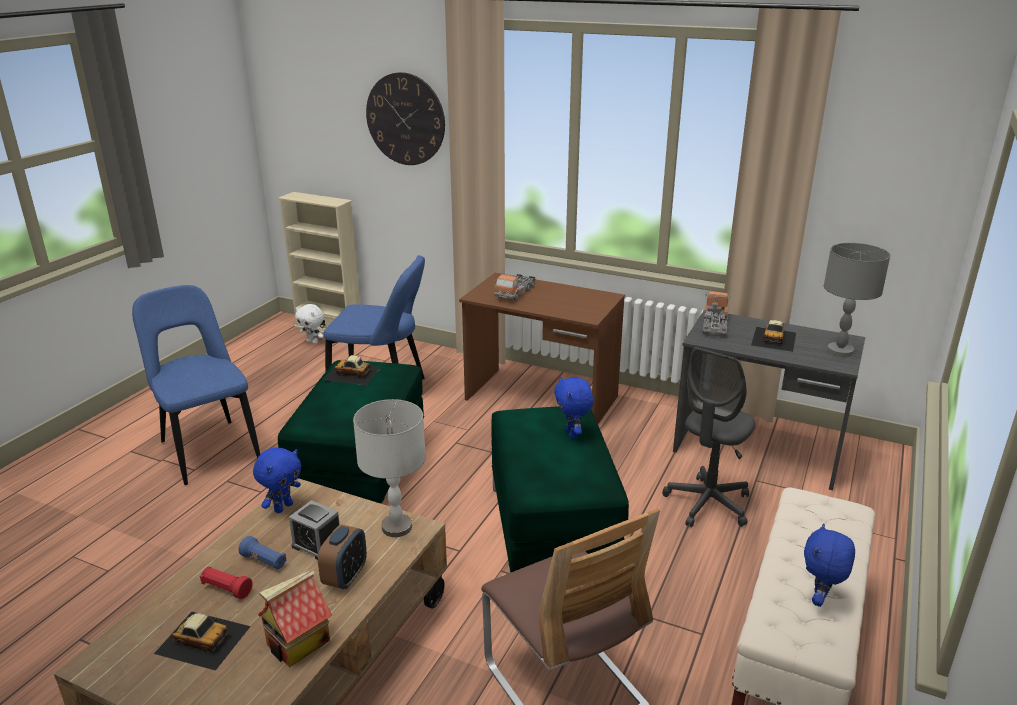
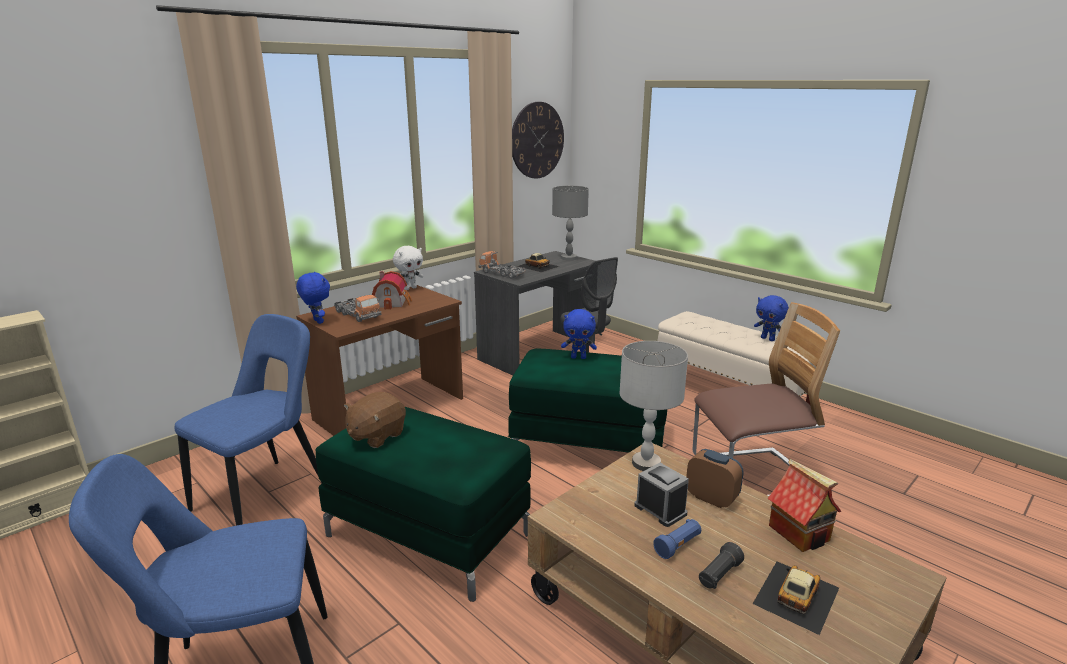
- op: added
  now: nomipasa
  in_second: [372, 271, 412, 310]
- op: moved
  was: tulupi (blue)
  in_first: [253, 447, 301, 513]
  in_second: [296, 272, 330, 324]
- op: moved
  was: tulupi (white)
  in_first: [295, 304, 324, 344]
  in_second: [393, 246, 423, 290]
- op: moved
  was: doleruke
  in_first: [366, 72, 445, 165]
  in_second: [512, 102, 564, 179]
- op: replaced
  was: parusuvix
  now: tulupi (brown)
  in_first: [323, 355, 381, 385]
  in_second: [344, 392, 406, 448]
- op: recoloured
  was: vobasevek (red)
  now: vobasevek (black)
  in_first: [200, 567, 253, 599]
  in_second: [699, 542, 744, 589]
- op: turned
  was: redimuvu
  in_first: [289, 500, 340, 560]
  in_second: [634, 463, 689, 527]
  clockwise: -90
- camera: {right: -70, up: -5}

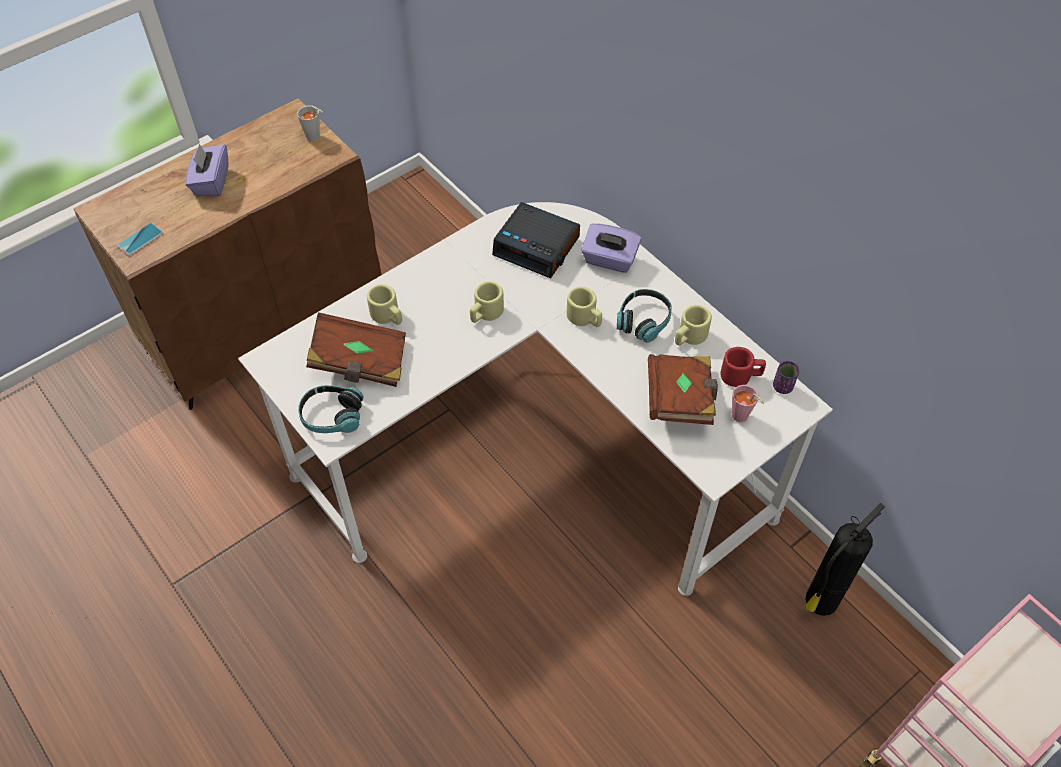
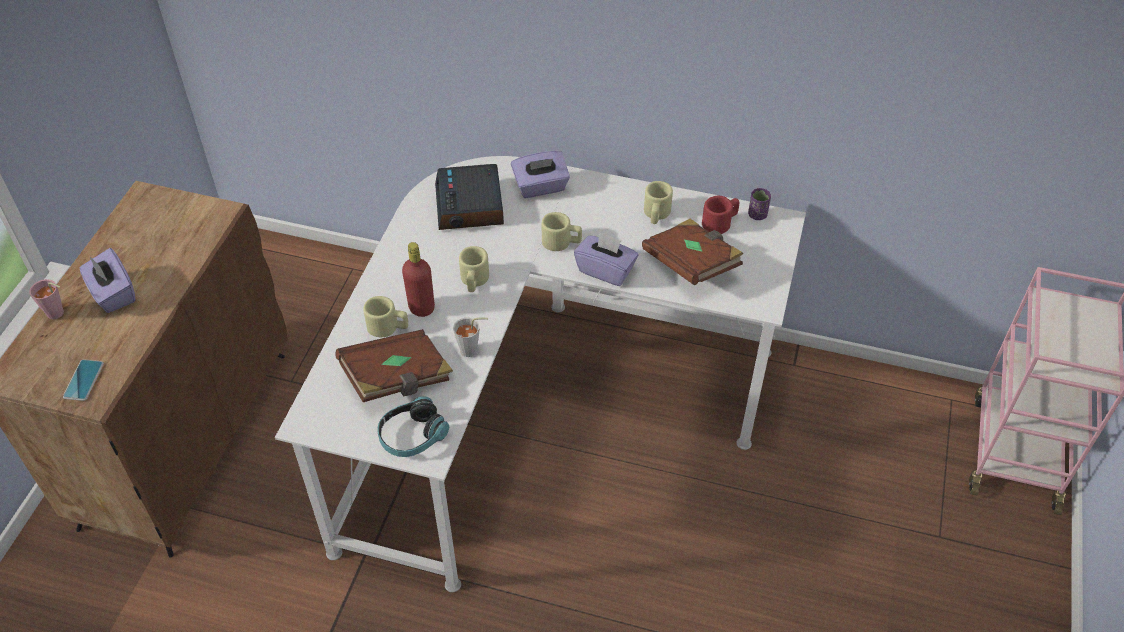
- op: removed
  was: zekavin
  in_first: [617, 289, 672, 342]
- op: removed
  was: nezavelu
  in_first: [805, 503, 885, 616]
- op: added
  now: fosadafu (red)
  in_second: [402, 242, 435, 317]
- op: added
  now: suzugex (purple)
  in_second: [574, 232, 639, 286]
- op: moved
  was: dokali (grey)
  in_first: [297, 105, 323, 141]
  in_second: [453, 318, 488, 357]
- op: moved
  was: dokali (pink)
  in_first: [732, 385, 764, 422]
  in_second: [29, 279, 64, 319]
- op: turned
  was: redimuvu
  in_first: [492, 202, 580, 278]
  in_second: [435, 164, 504, 230]
  clockwise: 90
- camera: {right: -35, up: -5}

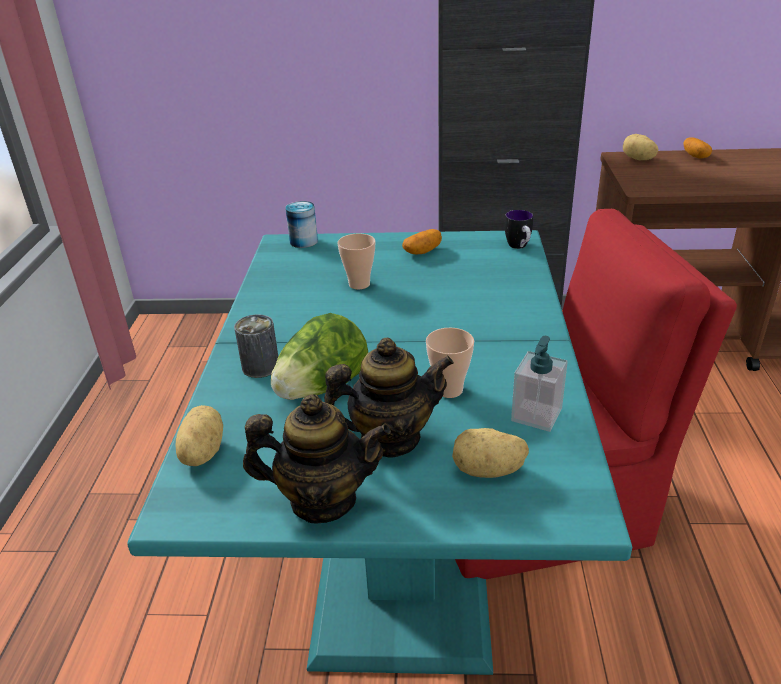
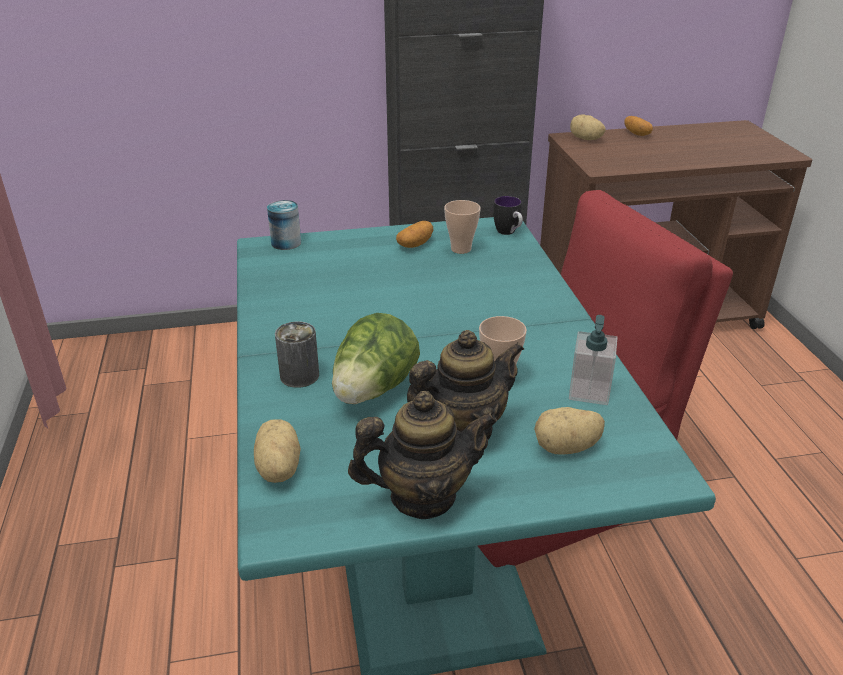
- op: moved
  was: dokali
  in_first: [337, 233, 375, 290]
  in_second: [444, 200, 481, 254]
- camera: {right: -15, up: 0}

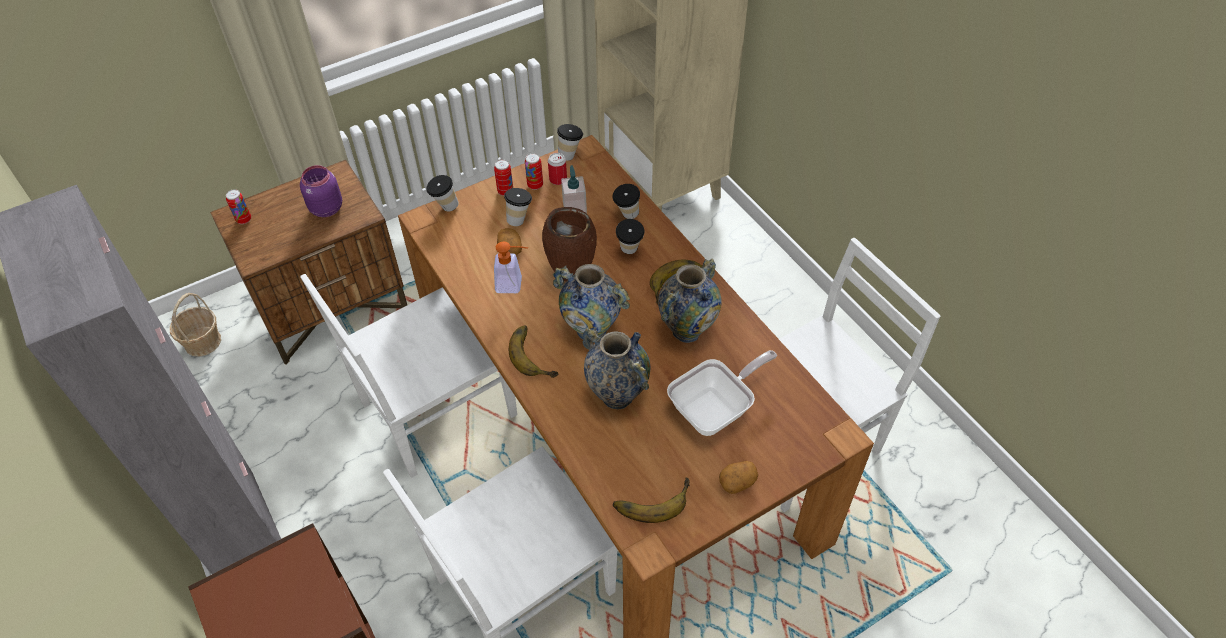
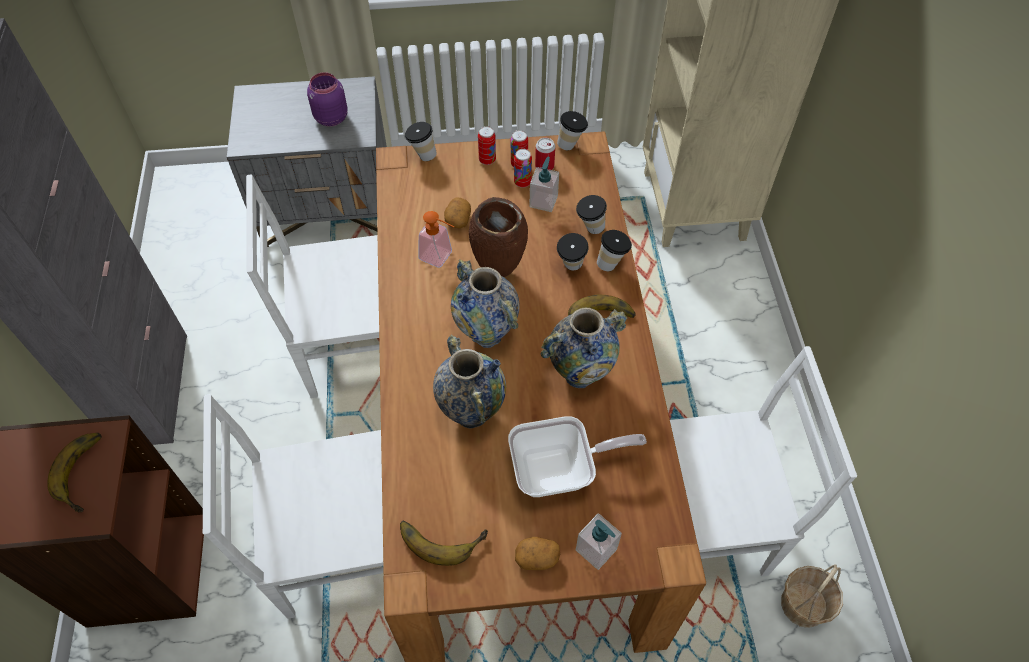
- op: added
  now: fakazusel
  in_second: [576, 513, 622, 570]
- op: moved
  was: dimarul
  in_first: [170, 293, 221, 357]
  in_second: [781, 564, 843, 628]
- op: moved
  was: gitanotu
  in_first: [226, 189, 251, 224]
  in_second: [514, 149, 532, 188]
- op: moved
  was: dokali
  in_first: [504, 188, 532, 226]
  in_second: [597, 230, 632, 271]
- op: moved
  was: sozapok
  in_first: [509, 325, 558, 378]
  in_second: [48, 433, 102, 512]
- op: recoloured
  was: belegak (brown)
  now: belegak (grey)
  in_first: [210, 160, 407, 365]
  in_second: [227, 76, 387, 248]
- camera: {right: 25, up: 5}

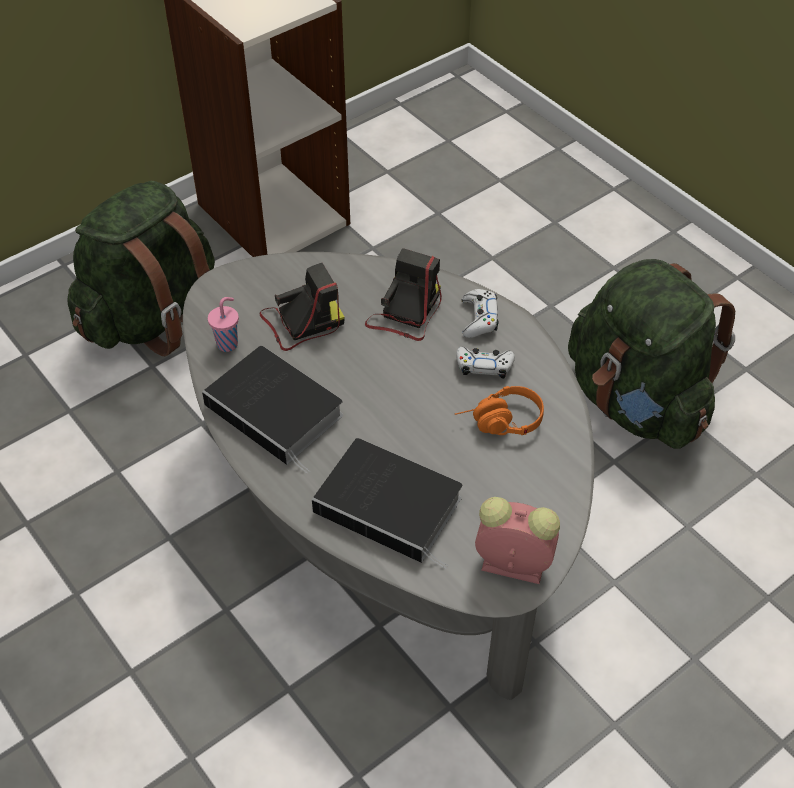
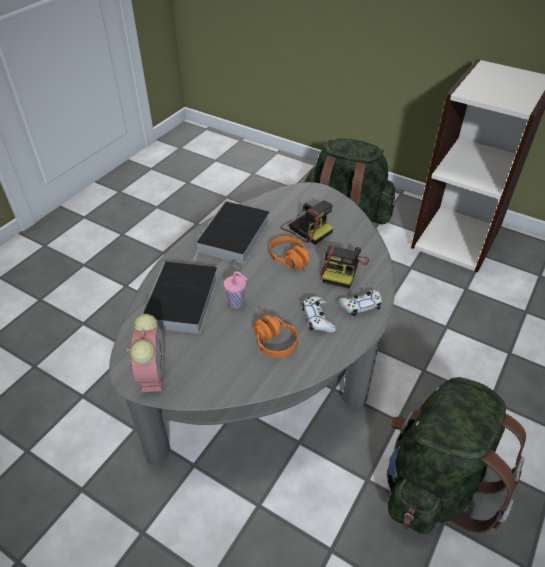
- op: added
  now: zekavin (orange)
  in_second: [270, 236, 310, 273]
- op: moved
  was: dokali (pink)
  in_first: [208, 297, 239, 352]
  in_second: [224, 271, 248, 309]
- op: turned
  was: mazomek
  in_first: [365, 248, 442, 341]
  in_second: [320, 246, 369, 289]
  clockwise: 105
- camera: {right: 70, up: -5}

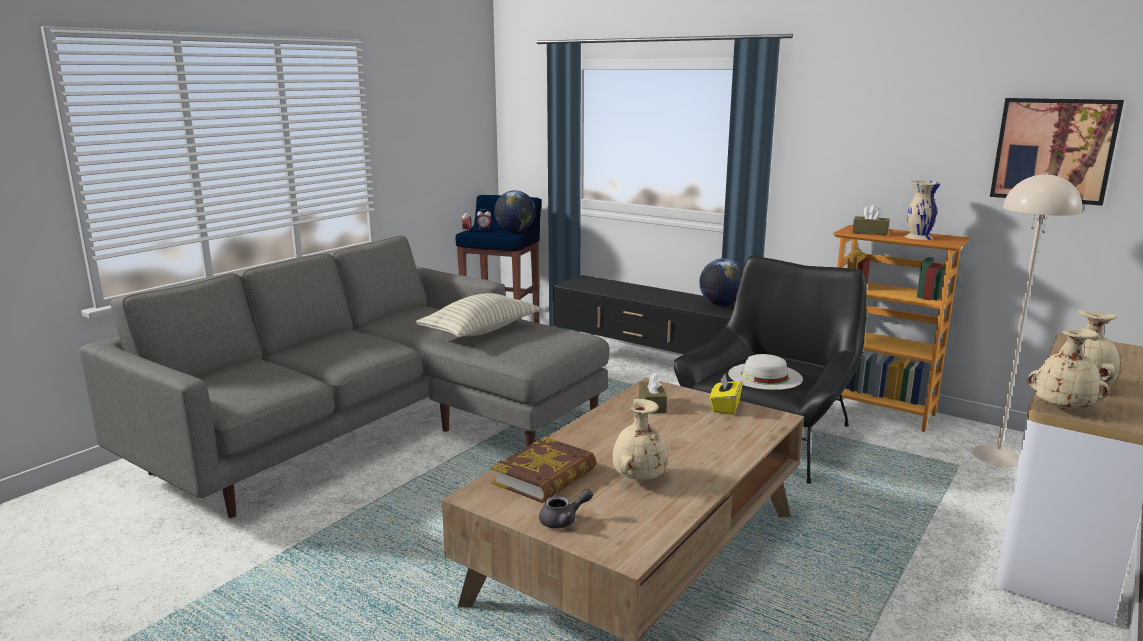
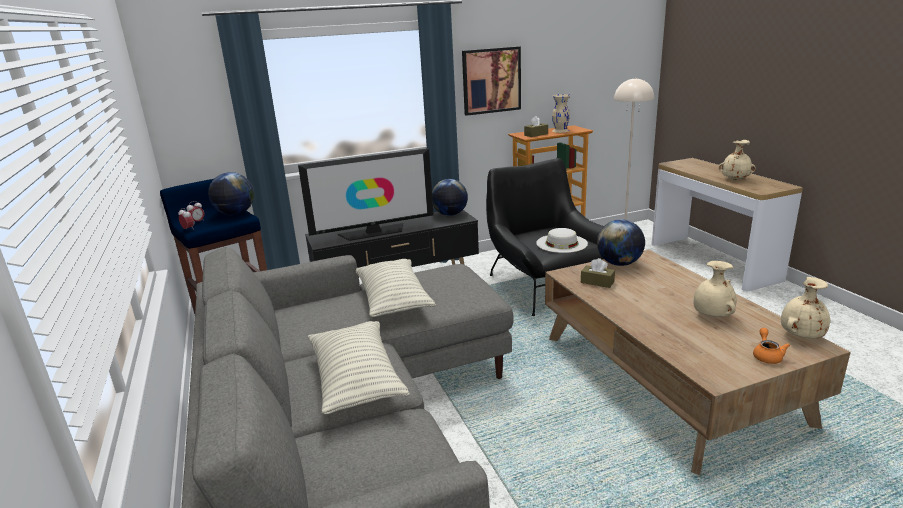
- op: removed
  was: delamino
  in_first: [491, 436, 596, 503]
- op: added
  now: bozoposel
  in_second: [298, 148, 434, 241]
- op: added
  now: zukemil
  in_second: [308, 321, 410, 414]
- op: moved
  was: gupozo
  in_first: [990, 98, 1124, 206]
  in_second: [462, 46, 521, 116]
- op: moved
  was: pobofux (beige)
  in_first: [1027, 328, 1109, 409]
  in_second: [781, 277, 830, 338]
- op: replaced
  was: suzugex (yellow)
  now: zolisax
  in_first: [710, 374, 743, 415]
  in_second: [597, 219, 645, 266]
- op: recoloured
  was: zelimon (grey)
  now: zelimon (orange)
  in_first: [539, 489, 593, 529]
  in_second: [753, 328, 790, 364]
- camera: {right: -55, up: 5}

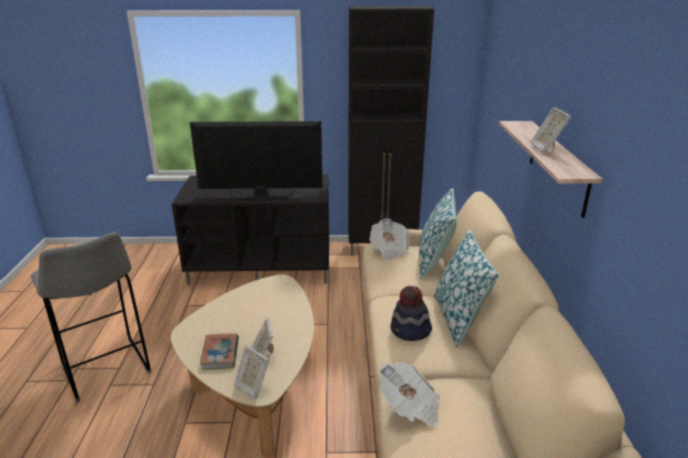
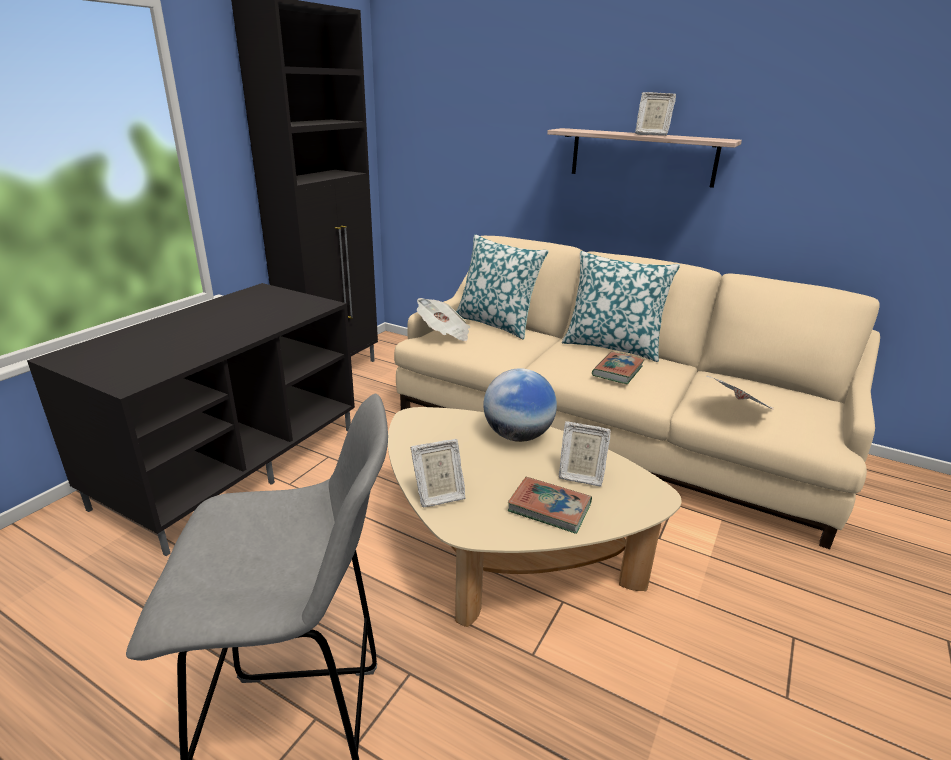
- op: removed
  was: bozoposel
  in_first: [190, 121, 323, 200]
- op: added
  now: zolisax
  in_second: [483, 368, 557, 442]
- op: moved
  was: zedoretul
  in_first: [235, 345, 269, 399]
  in_second: [410, 439, 466, 507]
- op: replaced
  was: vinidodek
  now: delamino
  in_first: [390, 286, 432, 341]
  in_second: [592, 352, 645, 384]
- camera: {right: -60, up: 0}

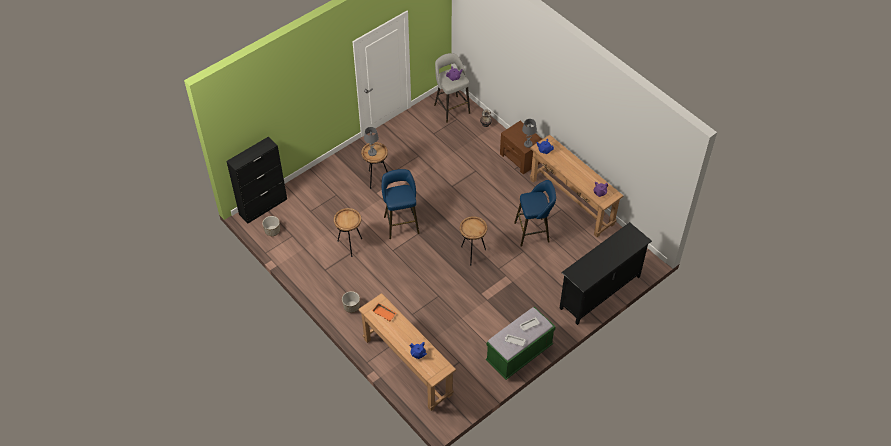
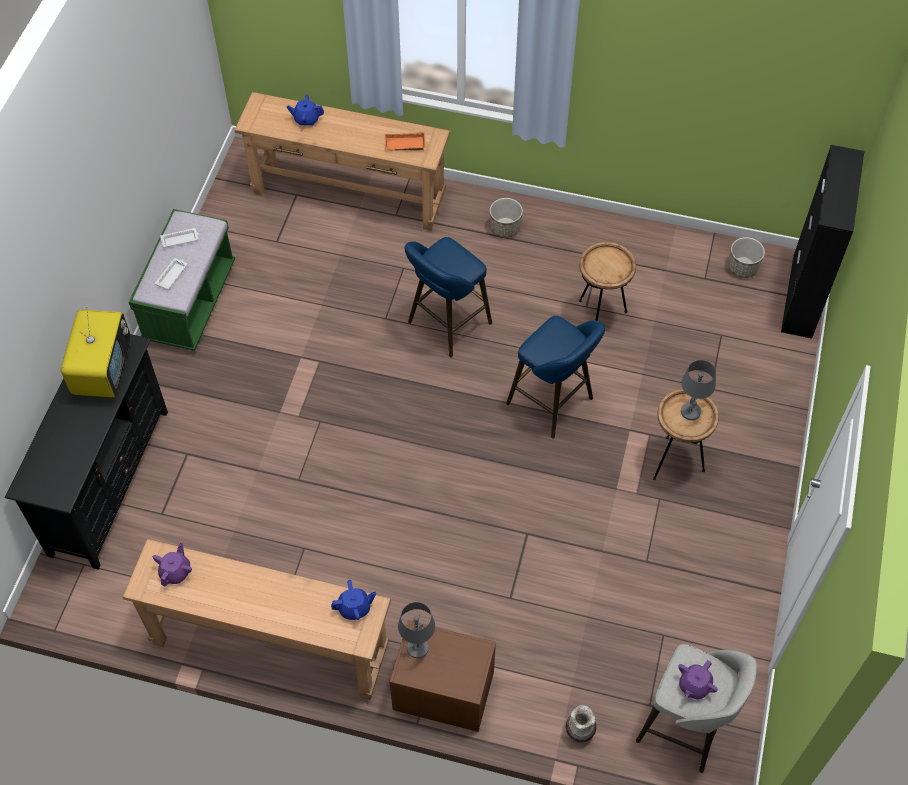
- op: removed
  was: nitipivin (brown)
  in_first: [460, 216, 487, 265]
- op: added
  now: bozoposel
  in_second: [61, 306, 131, 398]
- op: moved
  was: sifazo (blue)
  in_first: [514, 180, 556, 247]
  in_second: [405, 237, 492, 357]
- camera: {right: 145, up: 5}

